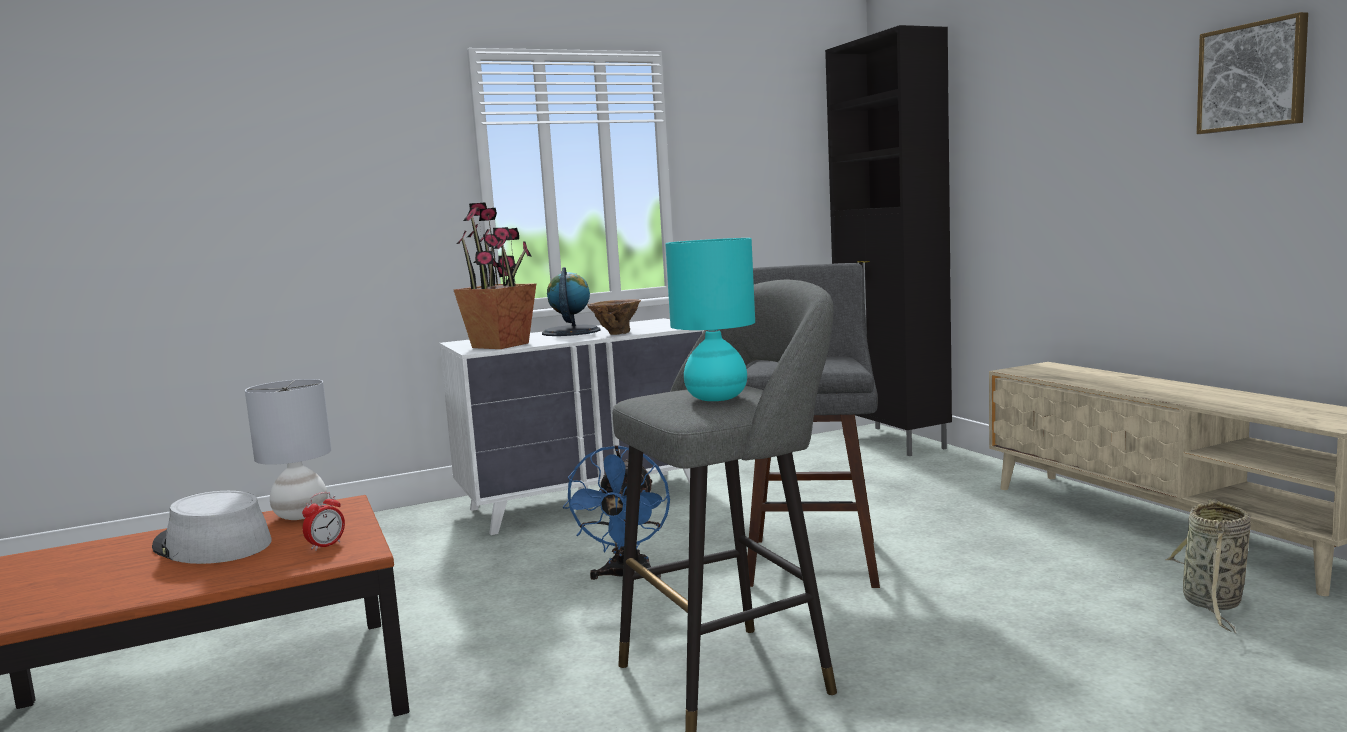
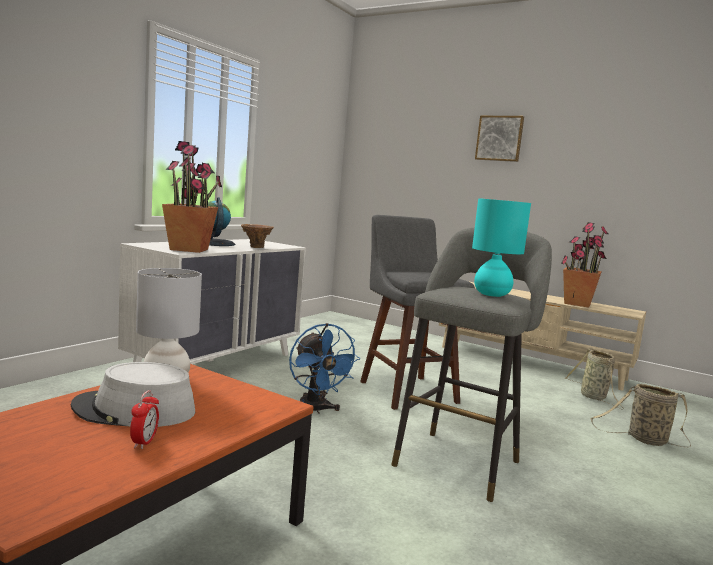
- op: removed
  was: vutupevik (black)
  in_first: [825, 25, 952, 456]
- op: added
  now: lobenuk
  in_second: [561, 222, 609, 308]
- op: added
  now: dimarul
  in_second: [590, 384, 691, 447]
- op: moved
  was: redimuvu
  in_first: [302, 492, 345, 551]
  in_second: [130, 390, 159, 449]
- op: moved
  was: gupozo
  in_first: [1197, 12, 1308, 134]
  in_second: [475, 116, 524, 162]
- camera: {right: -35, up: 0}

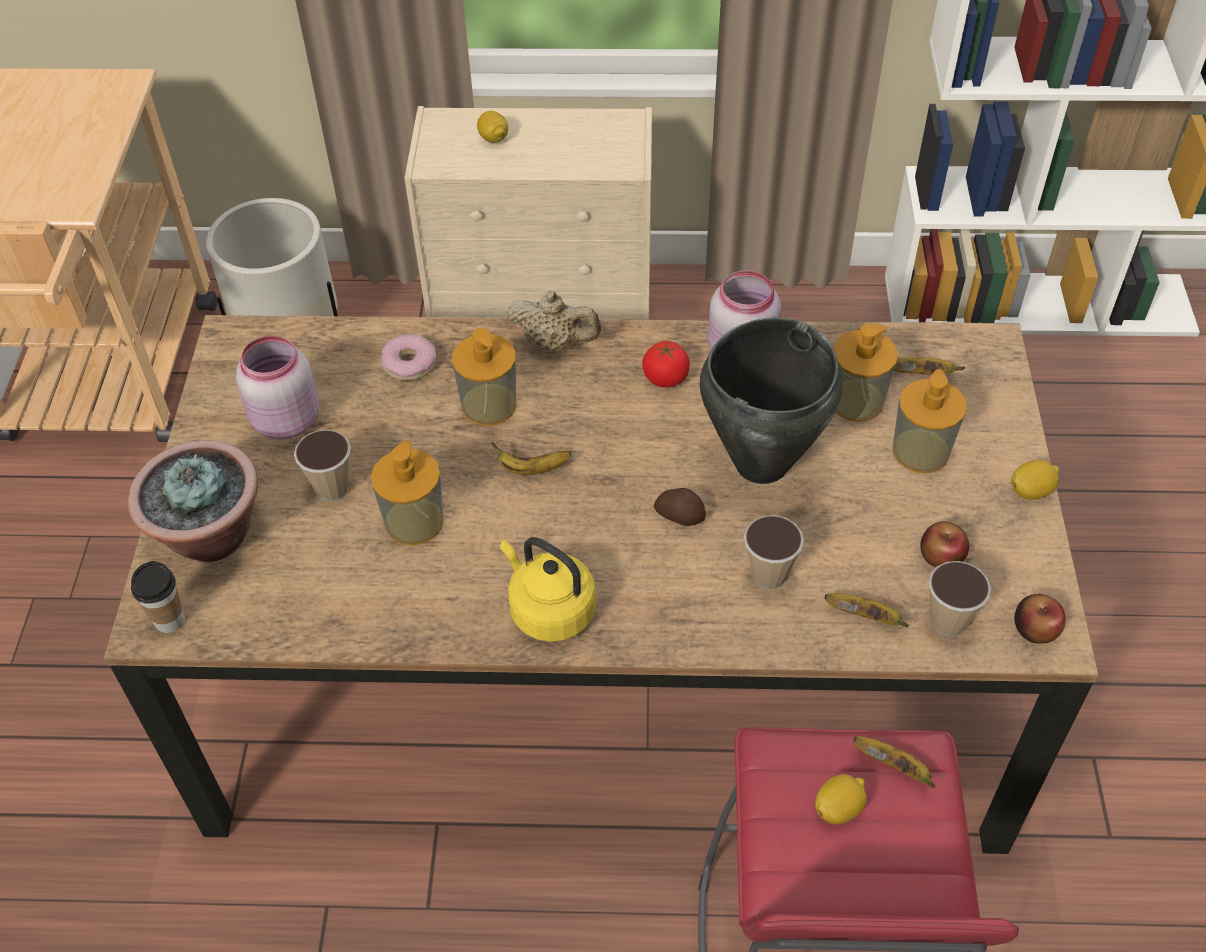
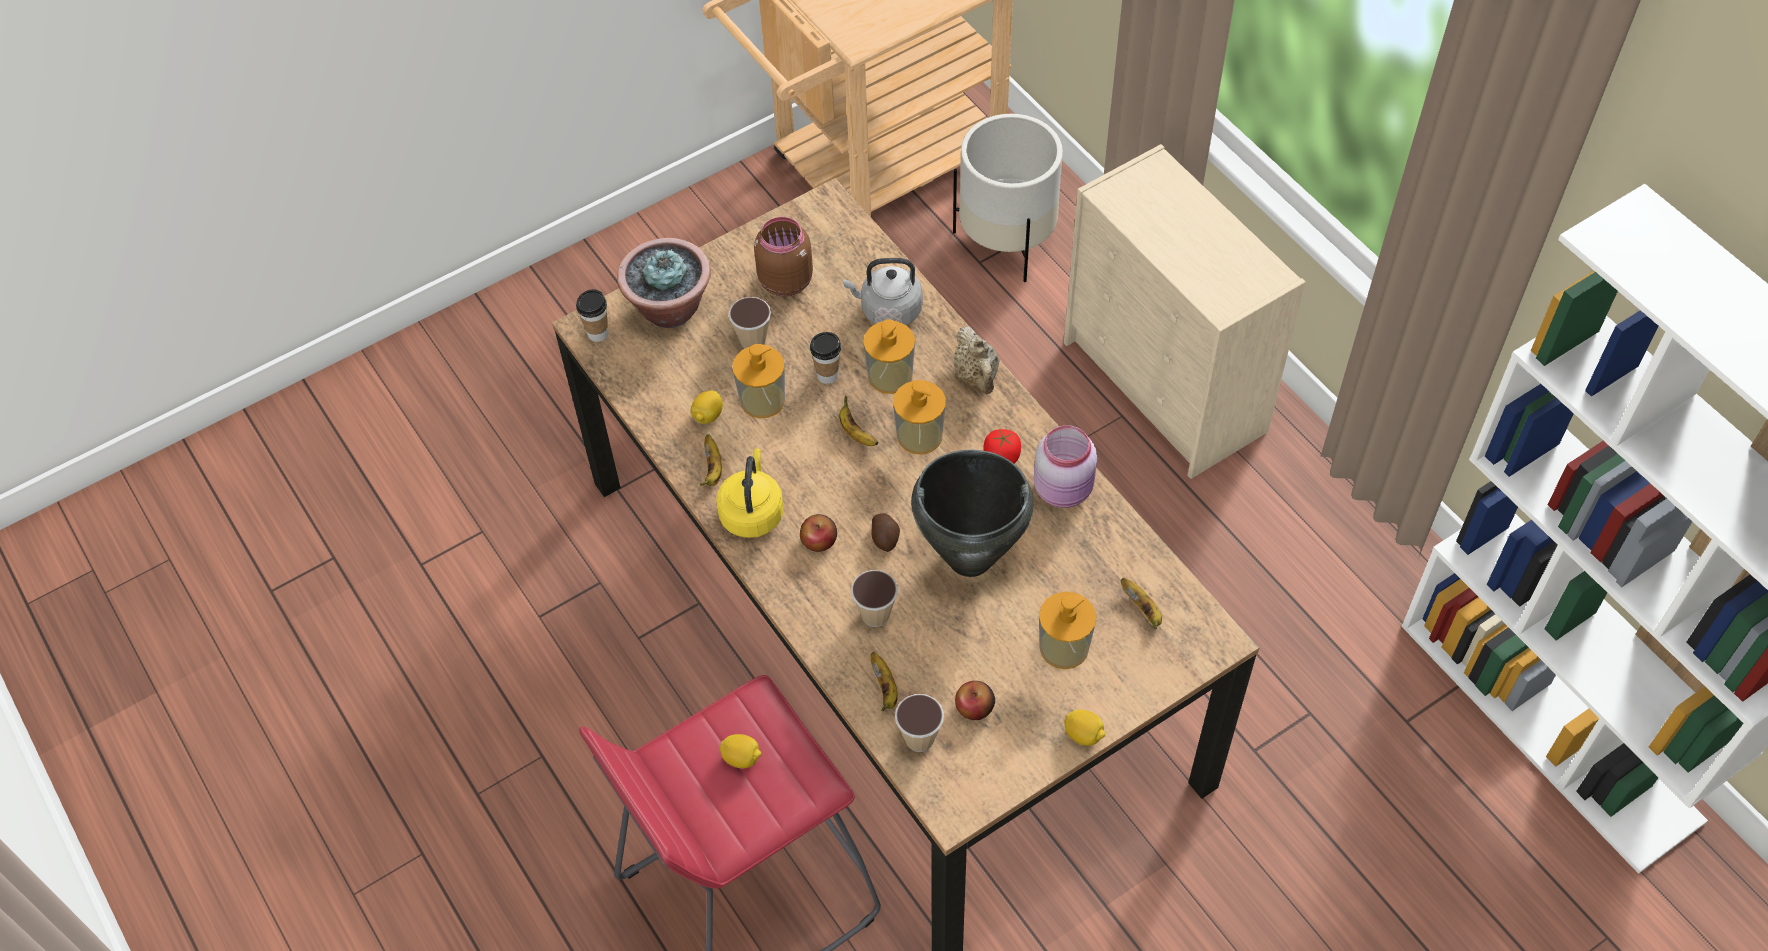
- op: added
  now: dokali
  in_second: [810, 332, 841, 384]
- op: moved
  was: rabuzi
  in_first: [477, 111, 508, 143]
  in_second: [690, 391, 723, 424]
- op: moved
  was: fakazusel
  in_first: [834, 323, 898, 422]
  in_second: [893, 380, 946, 454]
- op: moved
  was: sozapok
  in_first: [854, 736, 936, 788]
  in_second: [700, 435, 722, 486]
- op: moved
  was: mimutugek
  in_first: [1014, 594, 1066, 644]
  in_second: [800, 514, 837, 552]
- op: replaced
  was: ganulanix
  now: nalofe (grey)
  in_first: [381, 334, 436, 381]
  in_second: [843, 258, 923, 325]
- op: recoloured
  was: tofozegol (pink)
  now: tofozegol (brown)
  in_first: [236, 336, 319, 440]
  in_second: [754, 217, 813, 297]
- camera: {right: 55, up: 5}

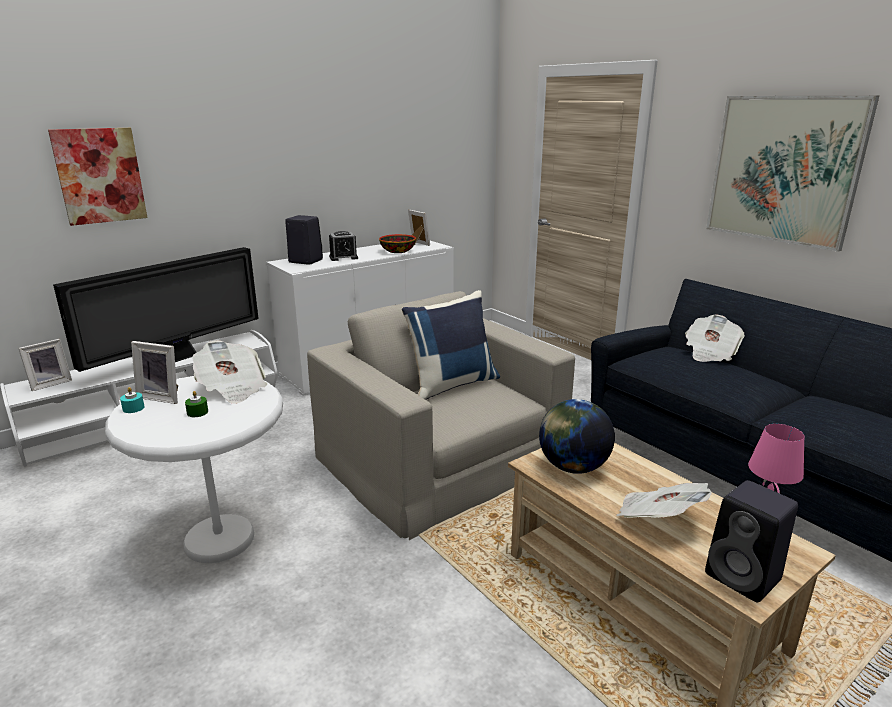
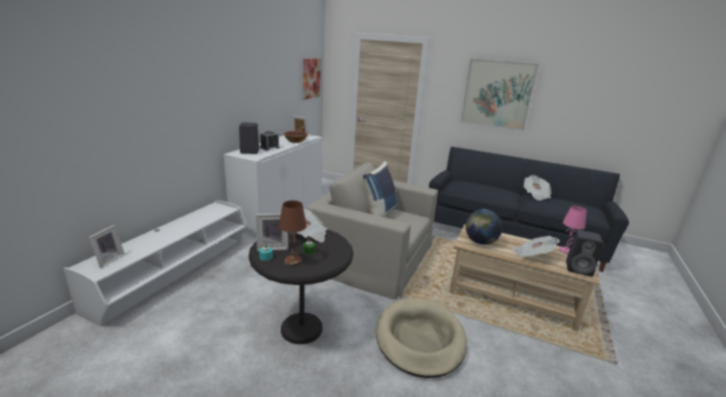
- op: removed
  was: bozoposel
  in_first: [53, 247, 259, 372]
- op: added
  now: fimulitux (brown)
  in_second: [279, 200, 307, 266]
- op: added
  now: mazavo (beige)
  in_second: [376, 298, 467, 378]
- op: moved
  was: gupozo
  in_first: [48, 128, 148, 226]
  in_second: [303, 58, 321, 100]
- op: moved
  was: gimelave
  in_first: [685, 314, 745, 362]
  in_second: [524, 175, 551, 200]
- op: recoloured
  was: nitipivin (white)
  now: nitipivin (black)
  in_first: [105, 376, 283, 563]
  in_second: [249, 229, 353, 344]
- camera: {right: -30, up: 0}

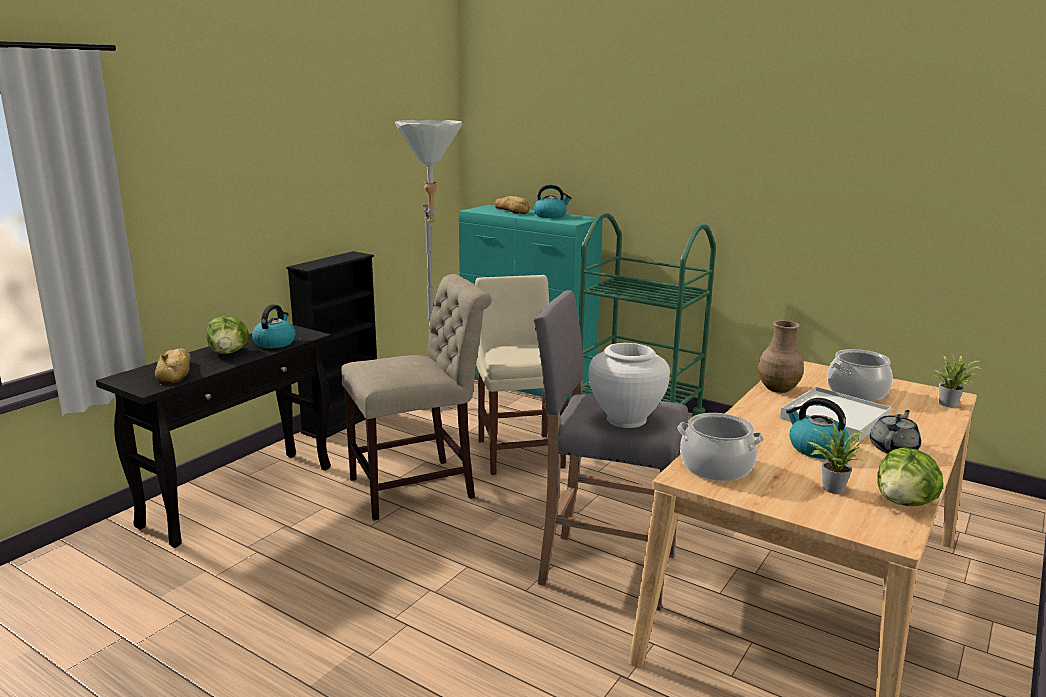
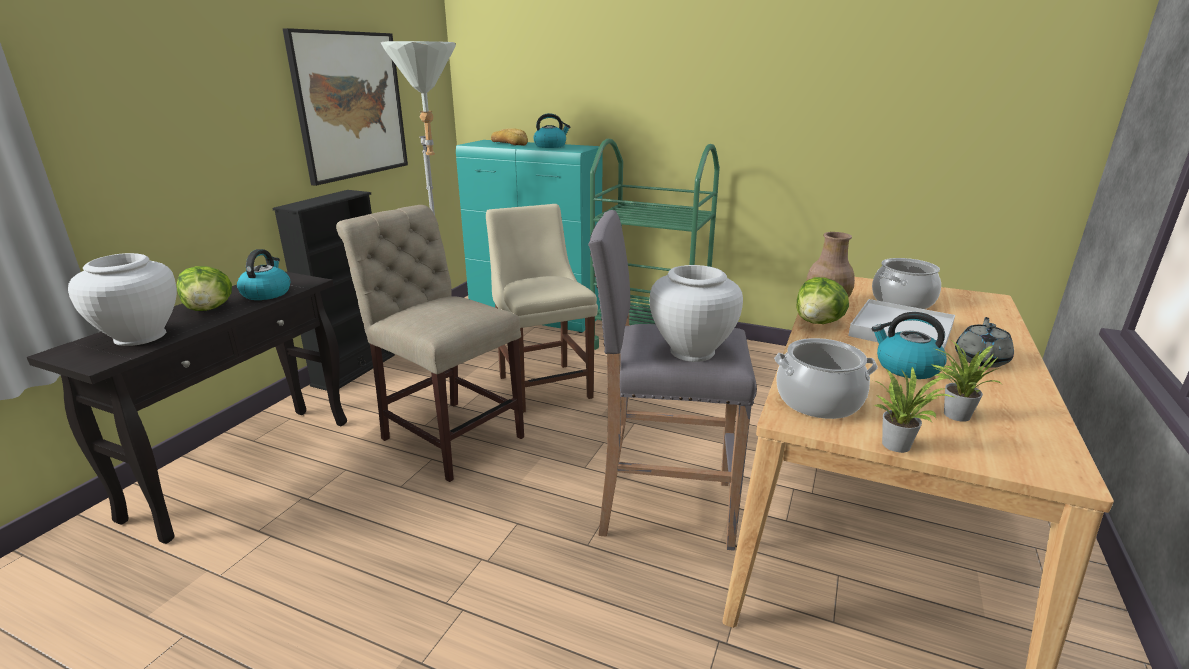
- op: added
  now: gupozo
  in_second: [283, 28, 408, 186]
- op: moved
  was: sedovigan
  in_first: [877, 447, 943, 506]
  in_second: [797, 277, 849, 324]
- op: moved
  was: lobenuk
  in_first: [934, 355, 982, 407]
  in_second: [874, 367, 956, 453]
- op: replaced
  was: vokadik
  now: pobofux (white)
  in_first: [155, 348, 191, 383]
  in_second: [68, 253, 177, 346]
- op: turned
  was: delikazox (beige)
  in_first: [341, 274, 492, 521]
  in_second: [336, 205, 524, 482]
  clockwise: -105
- camera: {right: -10, up: 5}

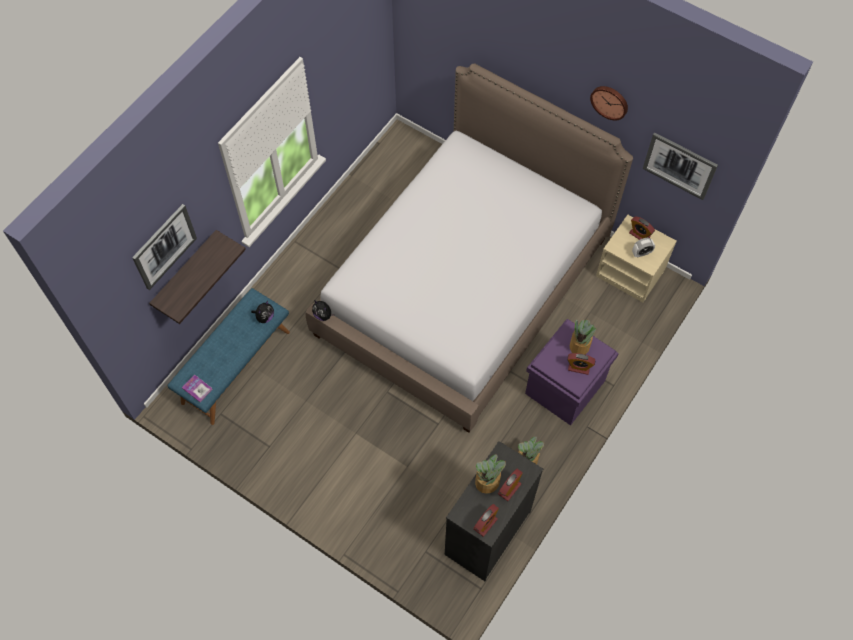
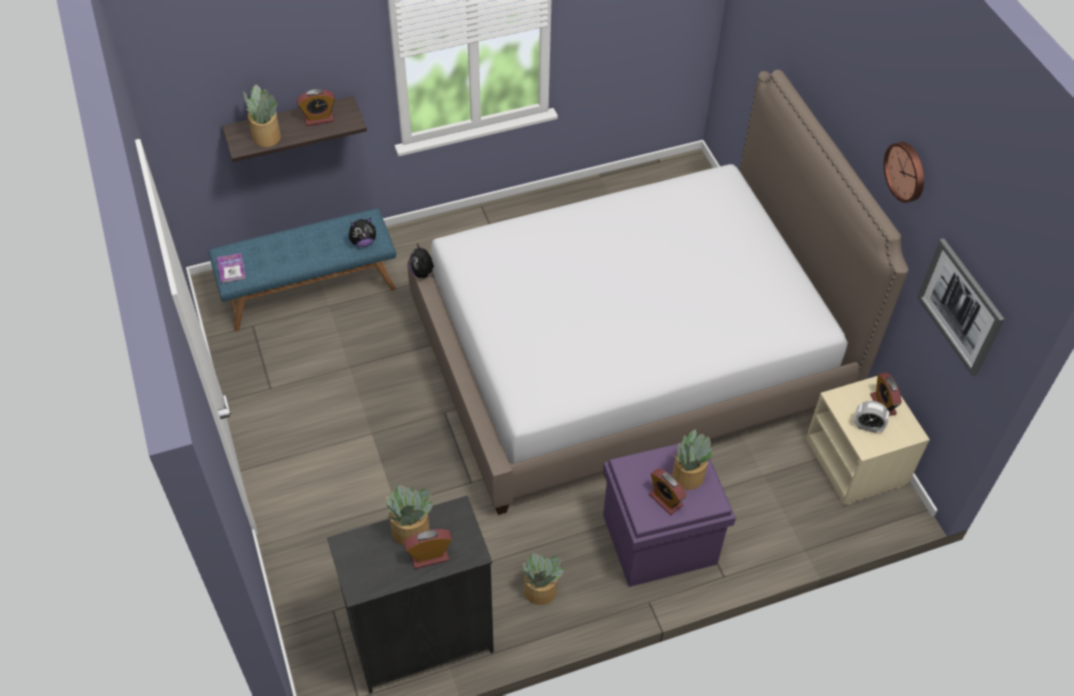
- op: removed
  was: gupozo
  in_first: [132, 204, 197, 290]
- op: added
  now: lobenuk
  in_second: [243, 85, 281, 147]
- op: moved
  was: redimuvu
  in_first: [473, 504, 499, 537]
  in_second: [297, 89, 335, 126]
- camera: {right: 35, up: -10}

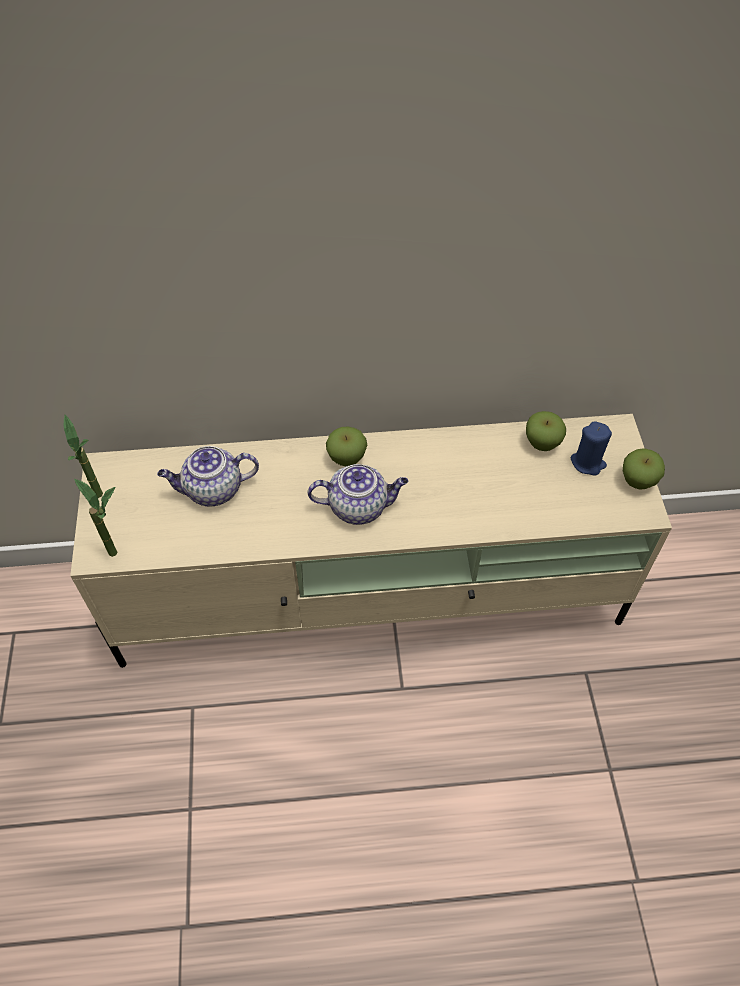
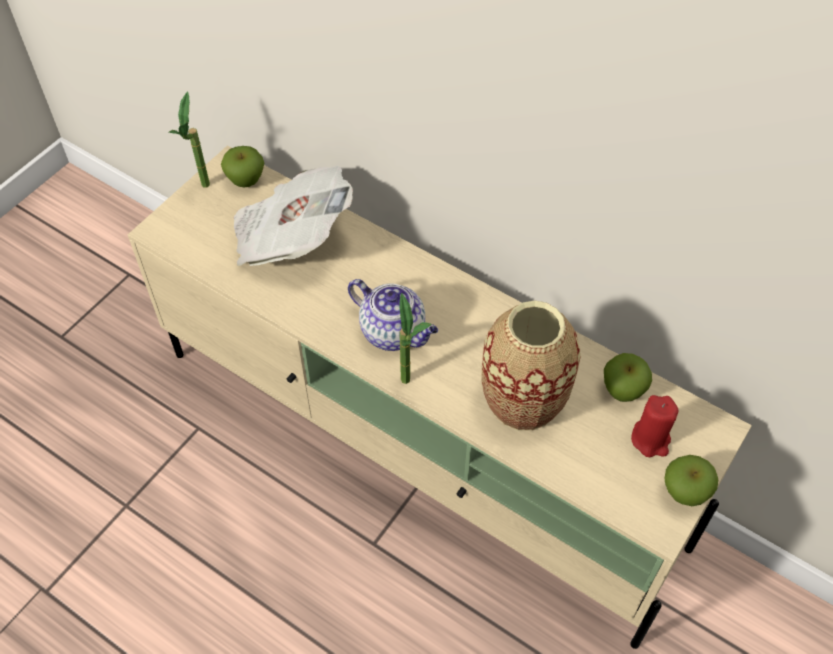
- op: added
  now: pobofux
  in_second: [482, 301, 580, 431]
- op: moved
  was: lobenuk
  in_first: [74, 479, 118, 557]
  in_second: [399, 293, 432, 384]
- op: moved
  was: mimutugek
  in_first: [326, 426, 367, 466]
  in_second: [221, 146, 264, 188]
- op: replaced
  was: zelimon
  now: gimelave
  in_first: [157, 446, 259, 507]
  in_second: [233, 166, 353, 266]
- op: recoloured
  was: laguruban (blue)
  now: laguruban (red)
  in_first: [571, 421, 612, 475]
  in_second: [631, 395, 678, 457]
- camera: {right: 40, up: 0}

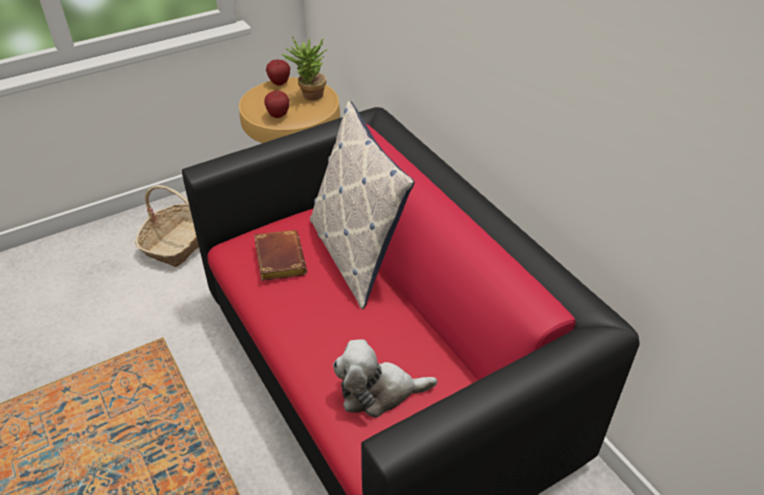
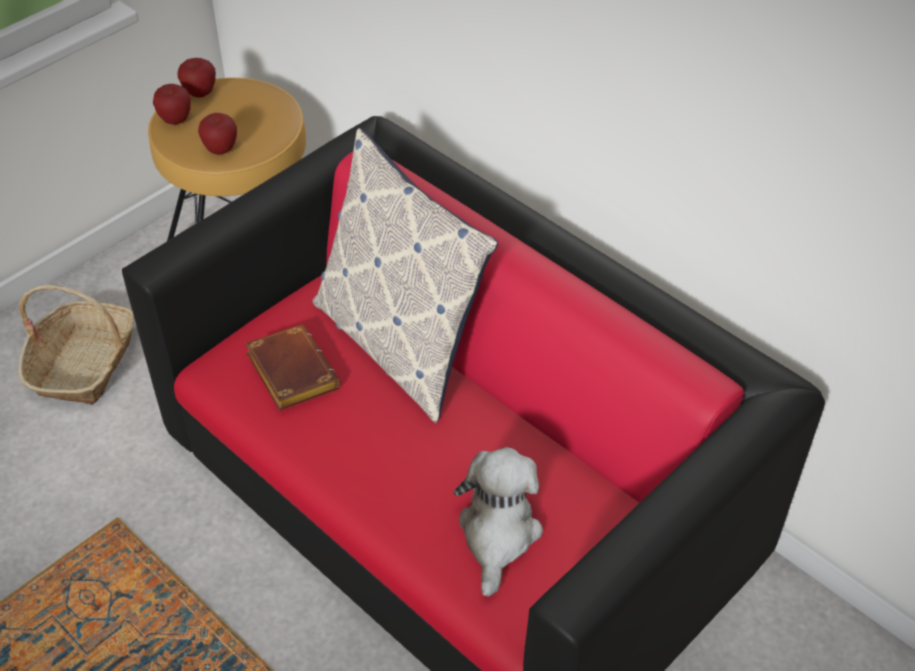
- op: removed
  was: lobenuk
  in_first: [282, 37, 328, 101]
- op: added
  now: mimutugek
  in_second: [153, 84, 191, 125]
- op: turned
  was: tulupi
  in_first: [333, 339, 437, 418]
  in_second: [454, 447, 543, 597]
  clockwise: 120
- camera: {right: -15, up: 5}

